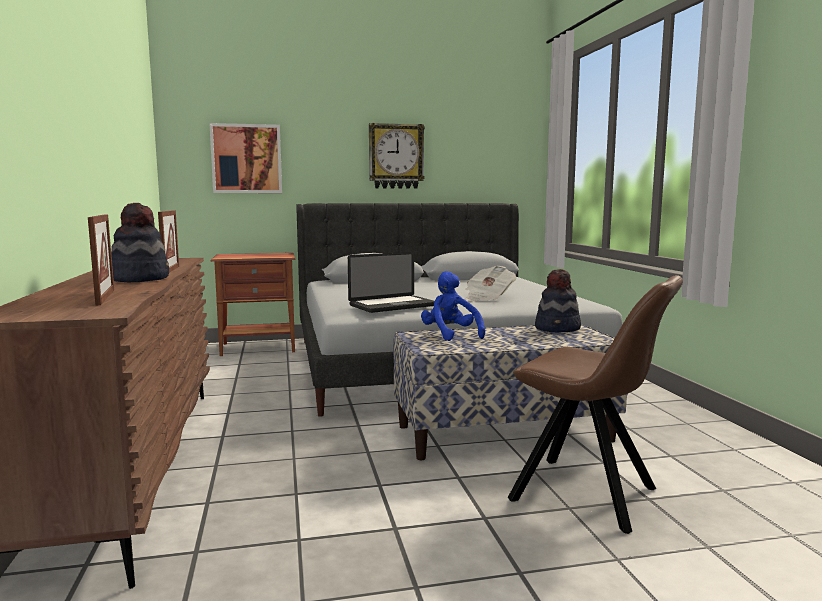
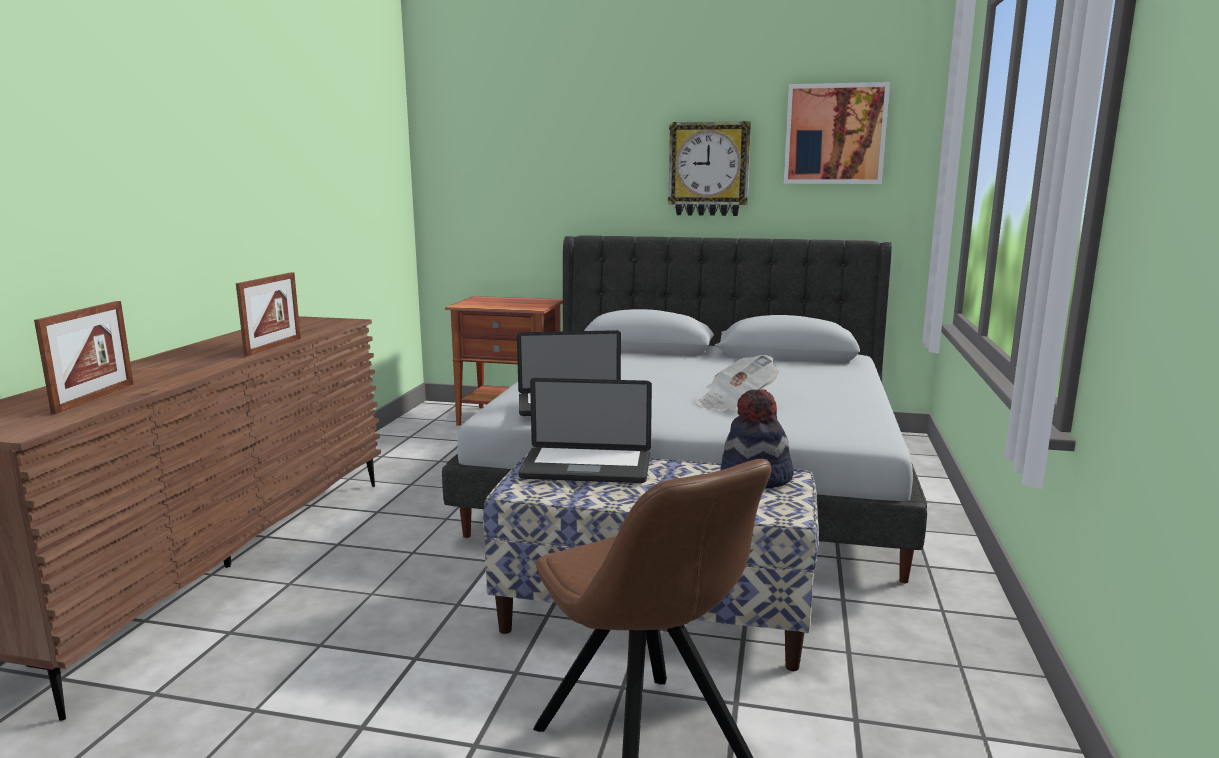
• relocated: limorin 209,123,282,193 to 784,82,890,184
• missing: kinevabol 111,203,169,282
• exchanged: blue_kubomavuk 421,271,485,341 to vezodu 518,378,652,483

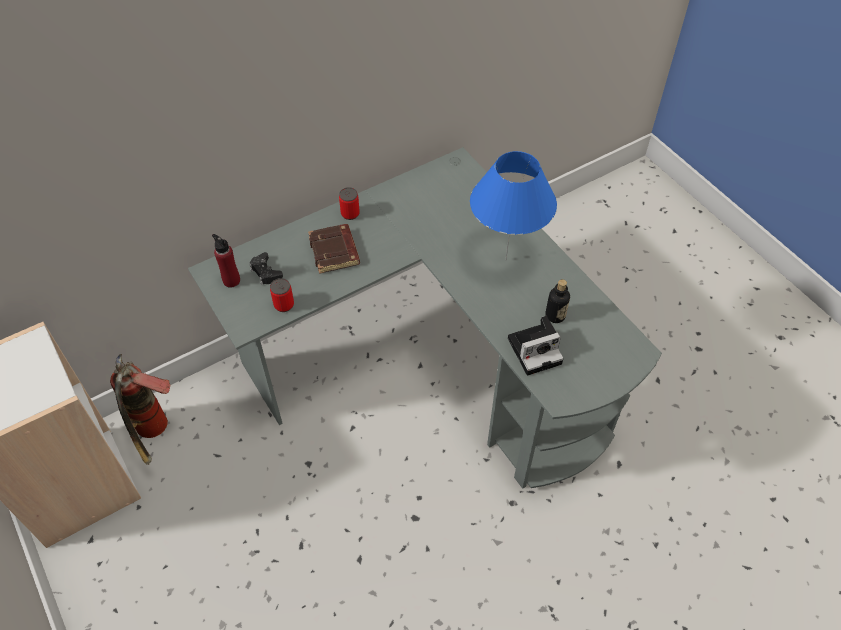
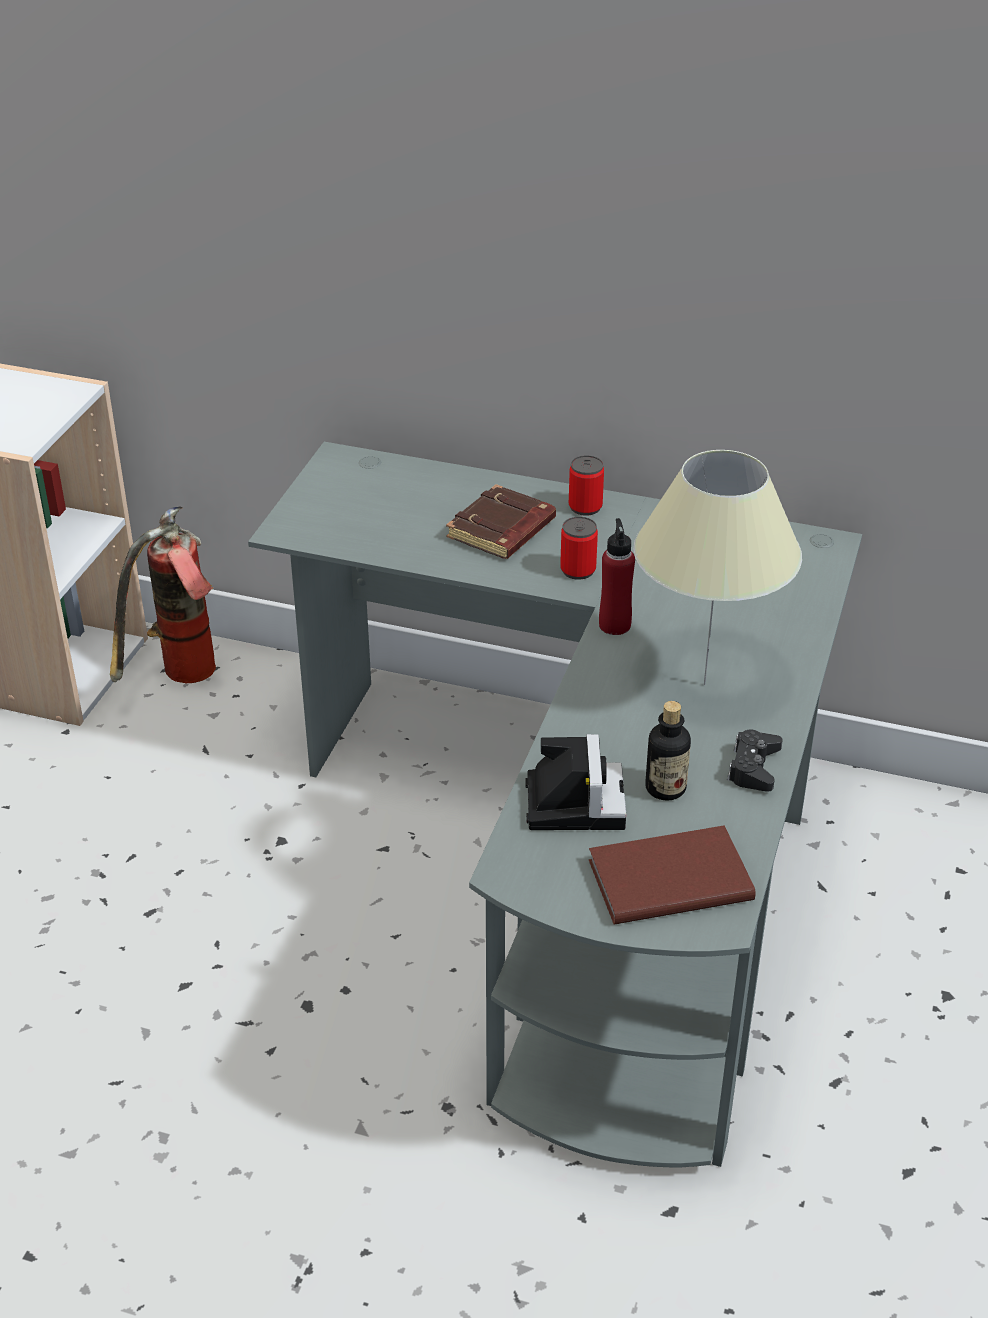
• colour: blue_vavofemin 470,151,557,260 to beige_vavofemin 634,450,802,685
• relocated: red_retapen 212,234,240,288 to 599,518,635,635
• relocated: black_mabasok 249,252,283,285 to 727,730,783,792
• relocated: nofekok 270,278,294,312 to 560,517,598,580
• spun: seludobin 508,316,564,376 = 525,734,626,830 120 degrees counterclockwise
• appeared: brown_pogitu 589,825,756,925

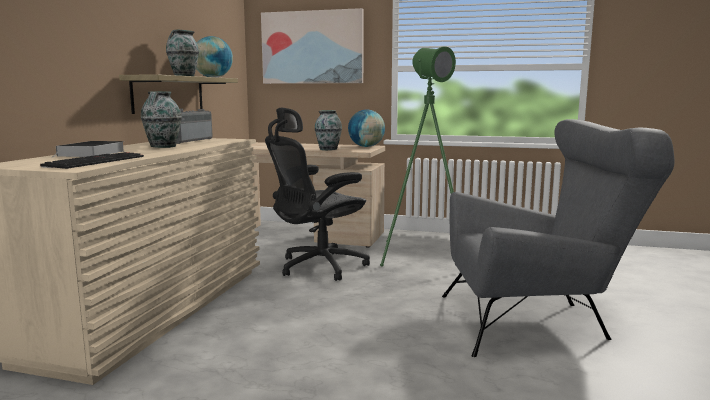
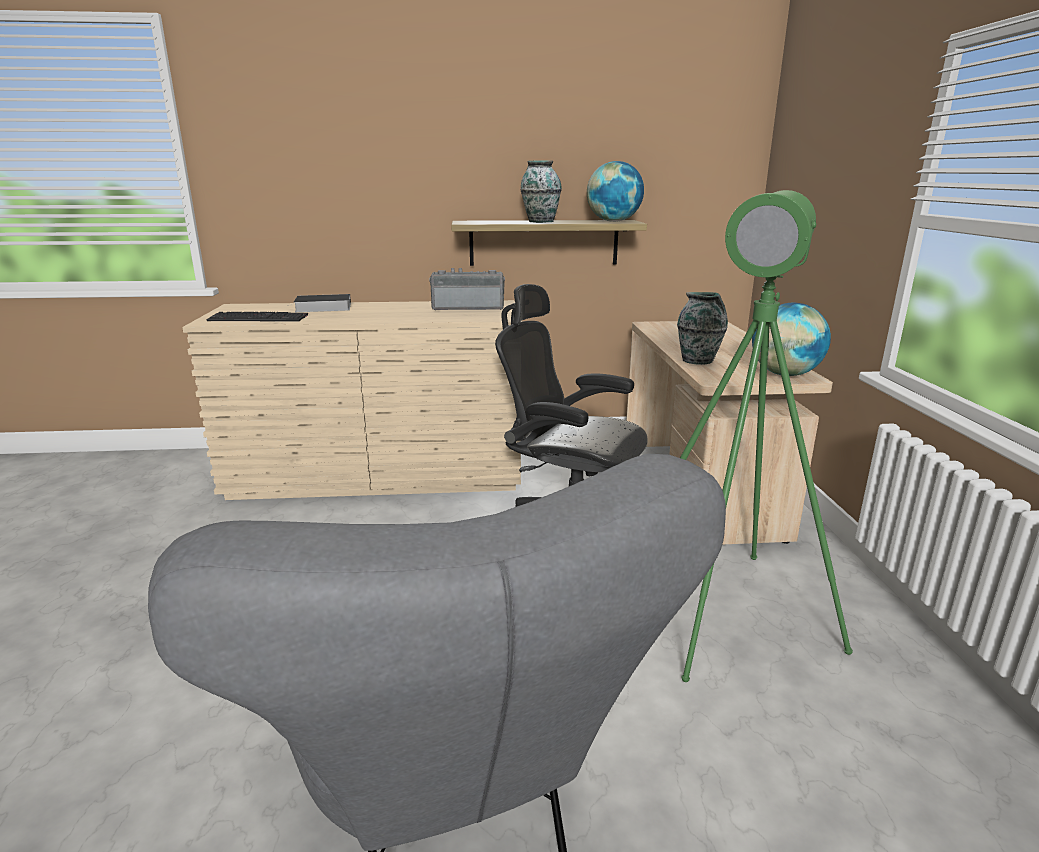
• missing: limorin 261,8,364,84
• missing: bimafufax 141,92,182,148

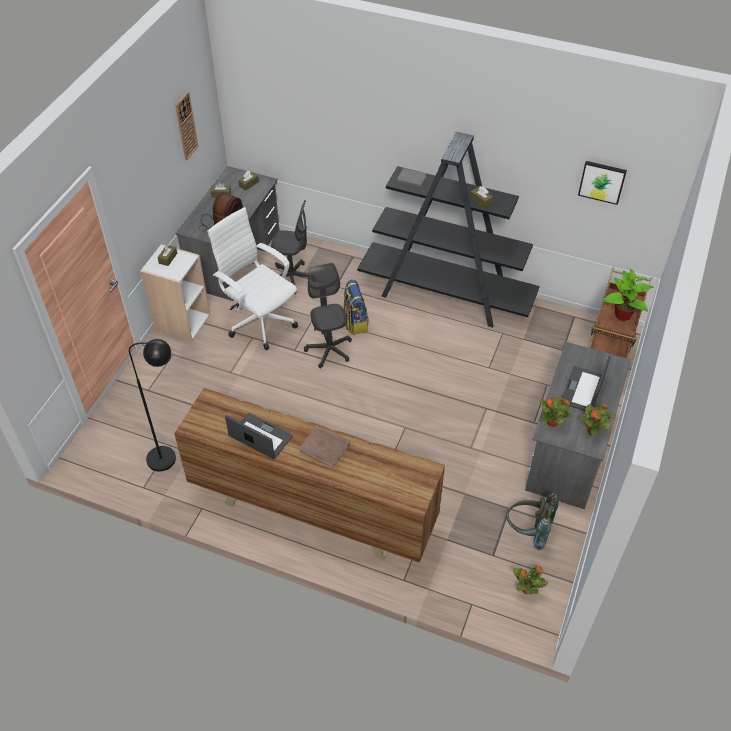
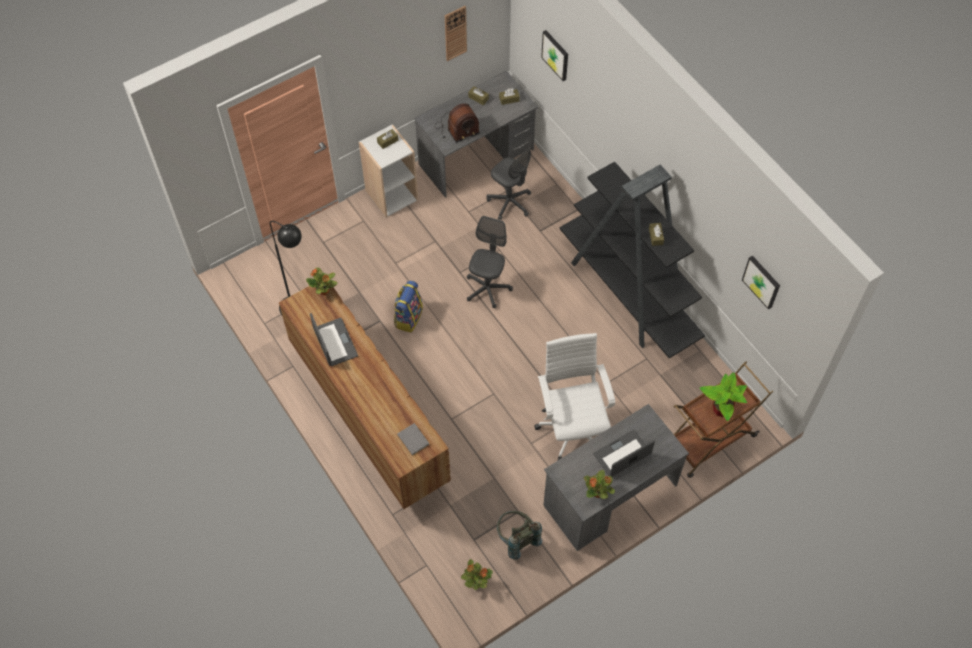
• relocated: grey_pogitu 397,168,426,187 to 397,423,429,455
• relocated: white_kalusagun 207,207,298,350 to 534,333,615,460
• relocated: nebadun 343,280,369,335 to 394,280,423,333
• relocated: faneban 540,396,572,427 to 306,267,337,295
• missing: brown_pogitu 300,425,350,468
• appeared: limorin 541,30,568,81

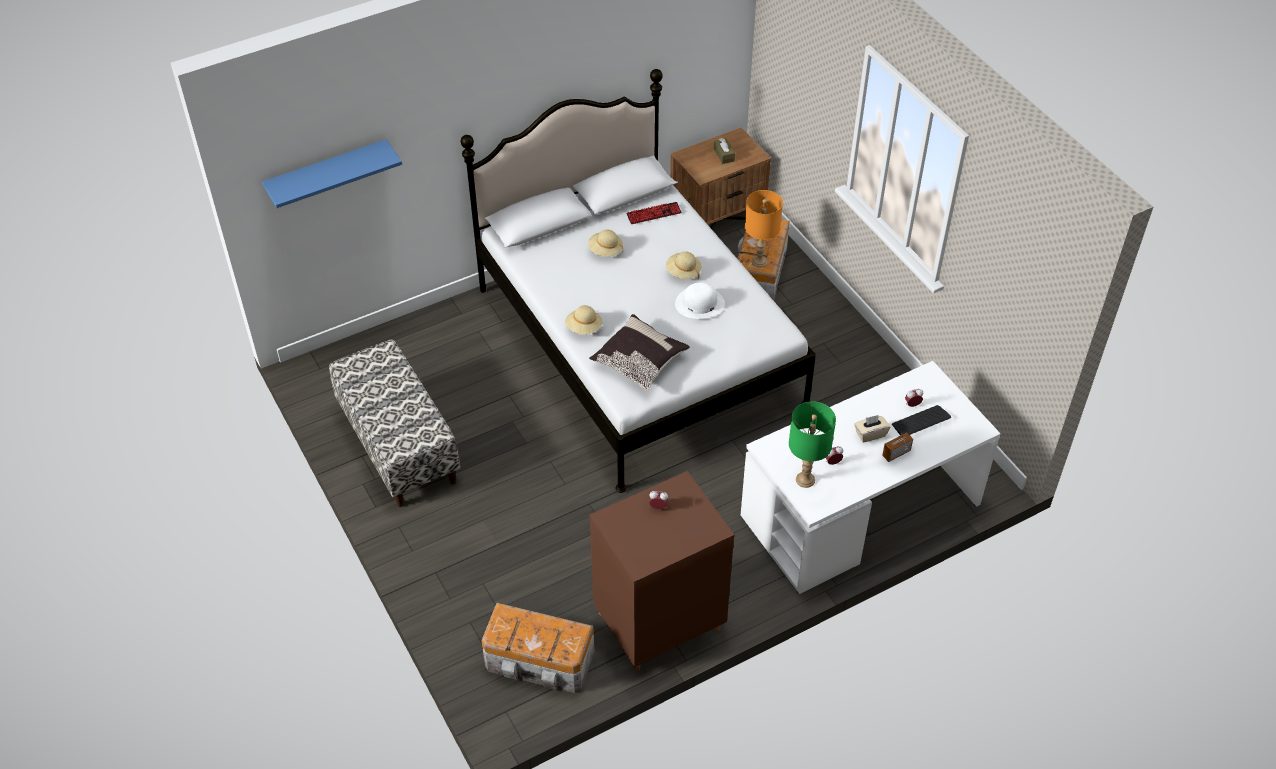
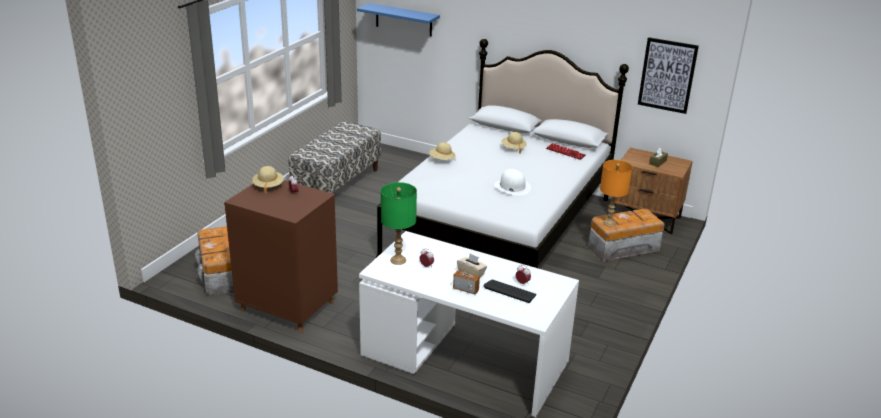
• relocated: beige_kinevabol 666,251,702,279 to 252,166,284,194
• missing: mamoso 589,314,690,391
• appeared: limorin 638,37,699,114

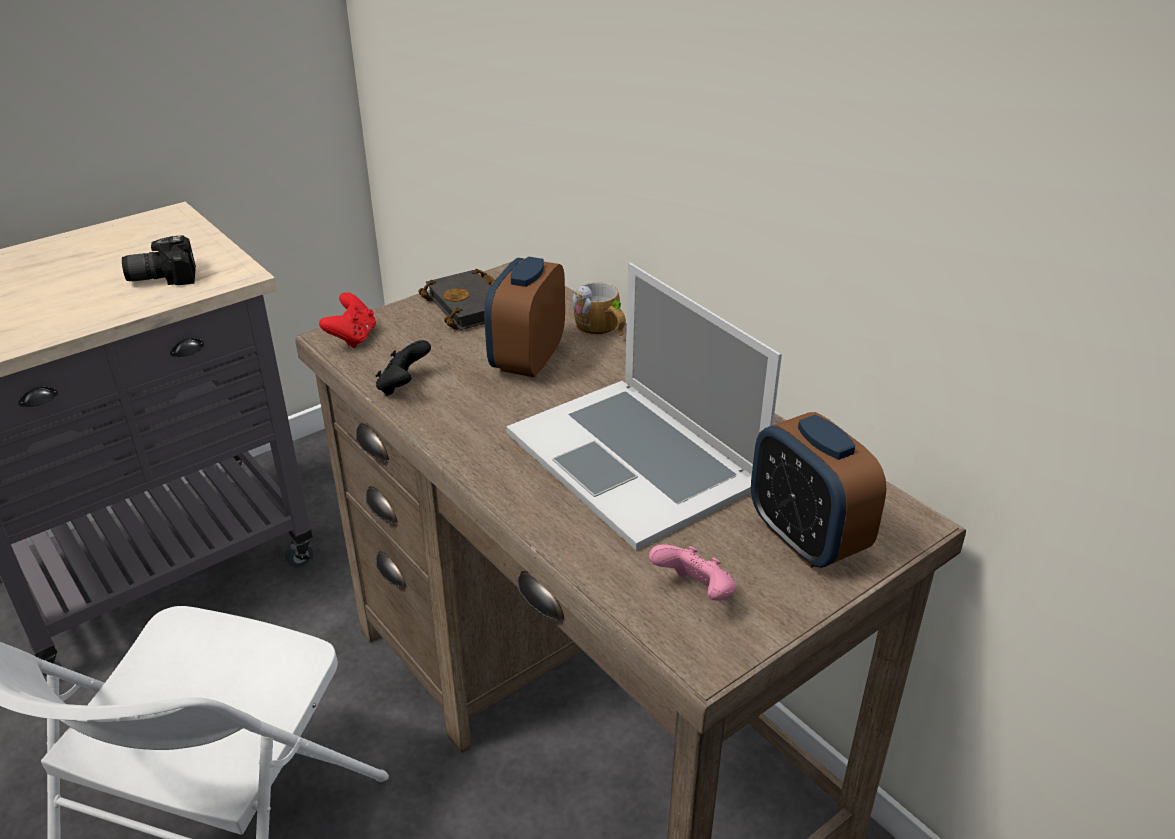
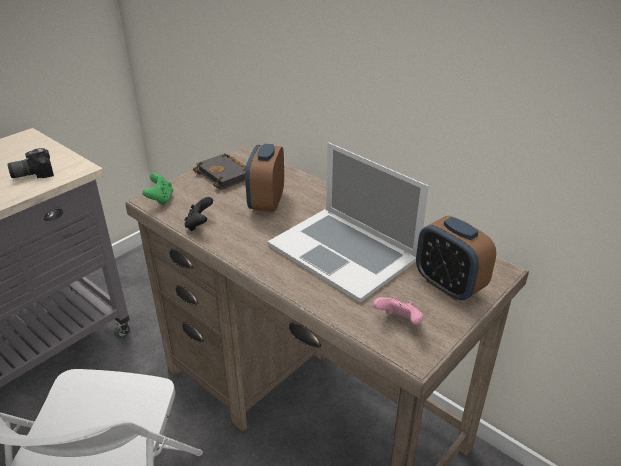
• missing: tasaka 573,282,626,336
• colour: red_mabasok 319,292,376,348 to green_mabasok 142,173,173,205

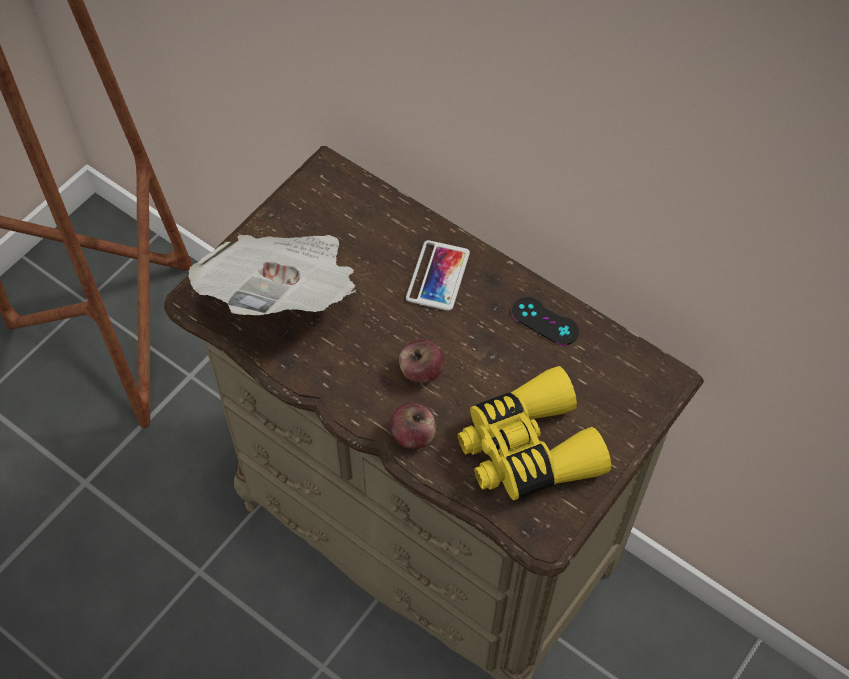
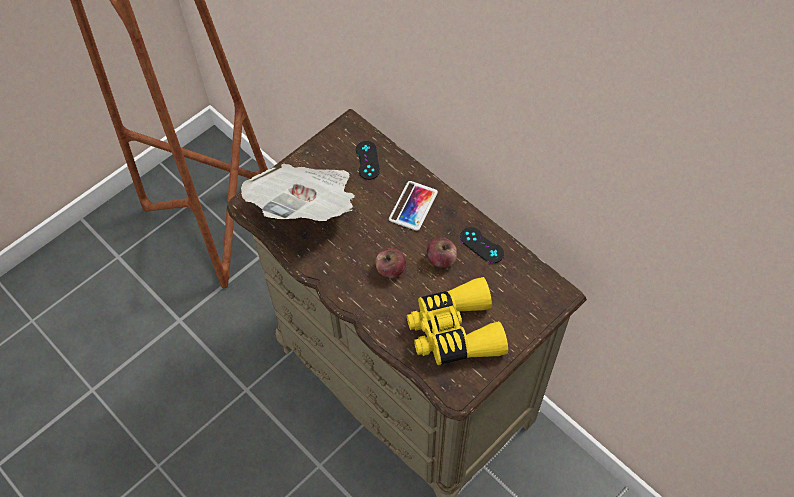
• relocated: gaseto 390,402,436,449 to 427,237,457,269
• appeared: black_mabasok 356,141,380,180

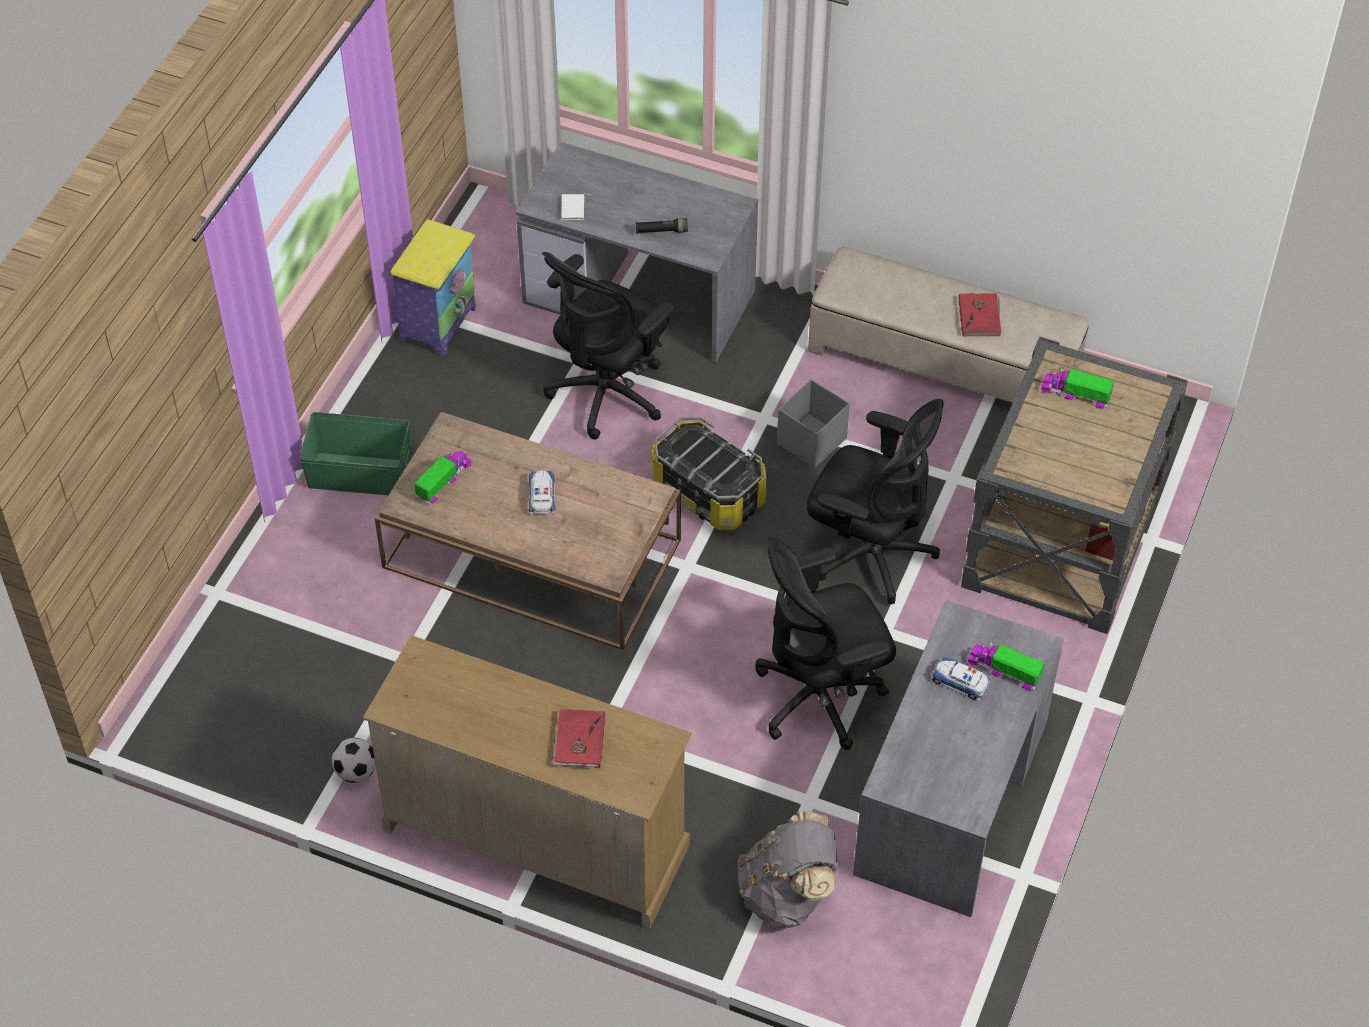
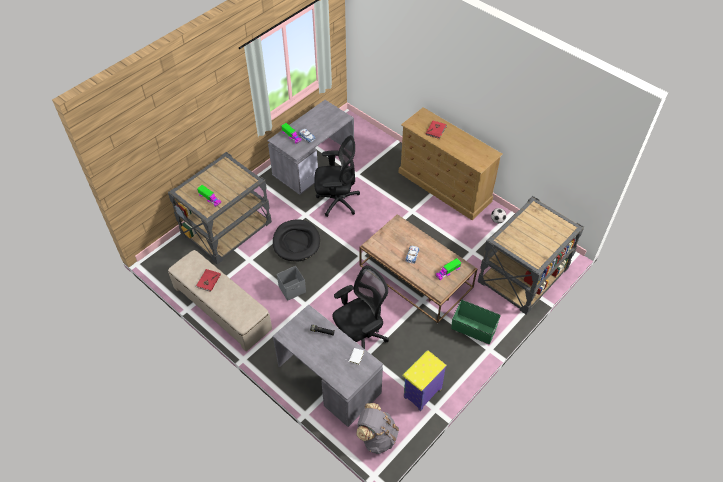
• exchanged: black_kalusagun 807,399,944,604 to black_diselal 273,220,320,262
• missing: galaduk 652,417,767,530
• relocated: grey_nebadun 738,811,838,928 to 356,403,399,454
• appeared: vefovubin 478,196,584,315

